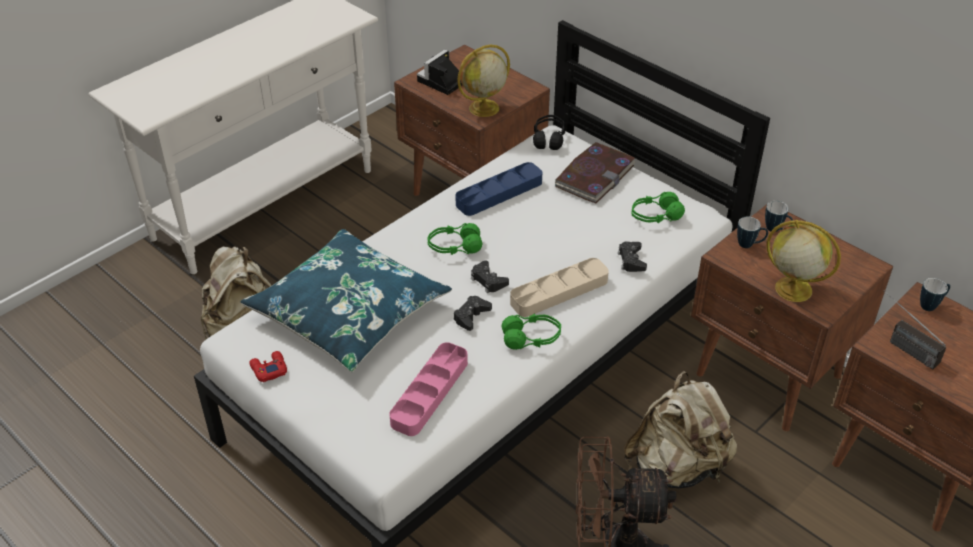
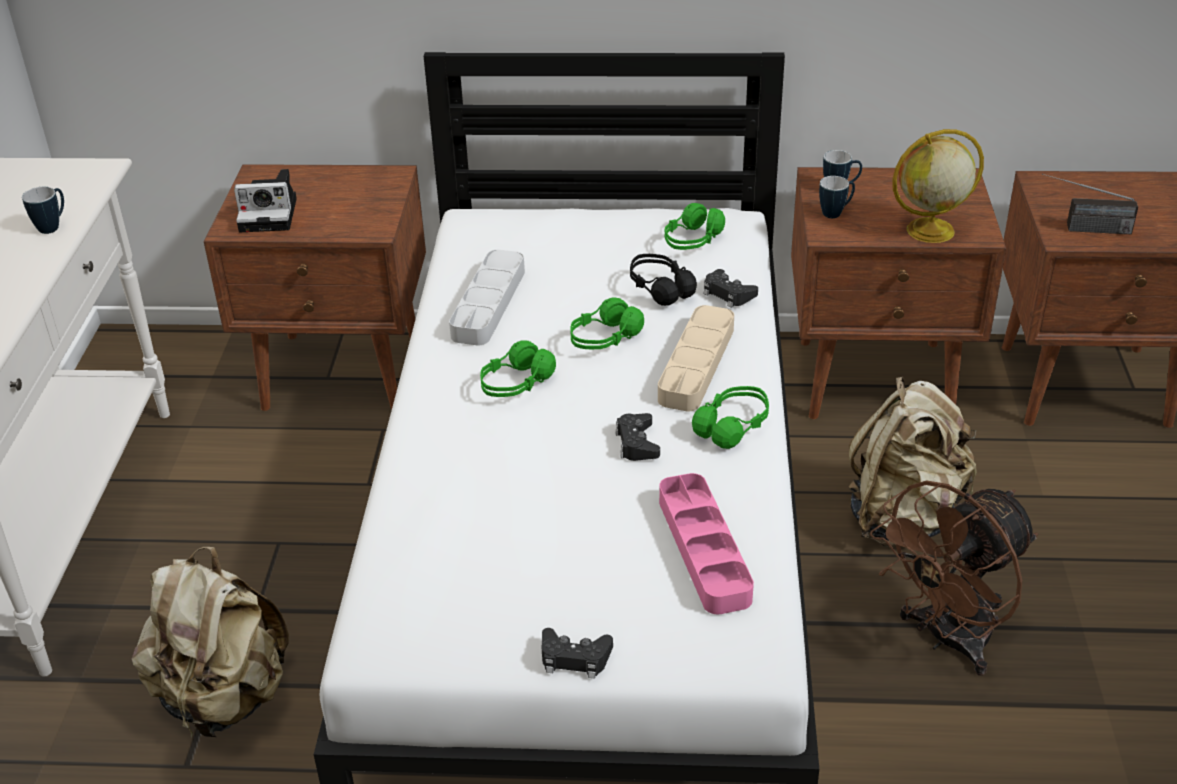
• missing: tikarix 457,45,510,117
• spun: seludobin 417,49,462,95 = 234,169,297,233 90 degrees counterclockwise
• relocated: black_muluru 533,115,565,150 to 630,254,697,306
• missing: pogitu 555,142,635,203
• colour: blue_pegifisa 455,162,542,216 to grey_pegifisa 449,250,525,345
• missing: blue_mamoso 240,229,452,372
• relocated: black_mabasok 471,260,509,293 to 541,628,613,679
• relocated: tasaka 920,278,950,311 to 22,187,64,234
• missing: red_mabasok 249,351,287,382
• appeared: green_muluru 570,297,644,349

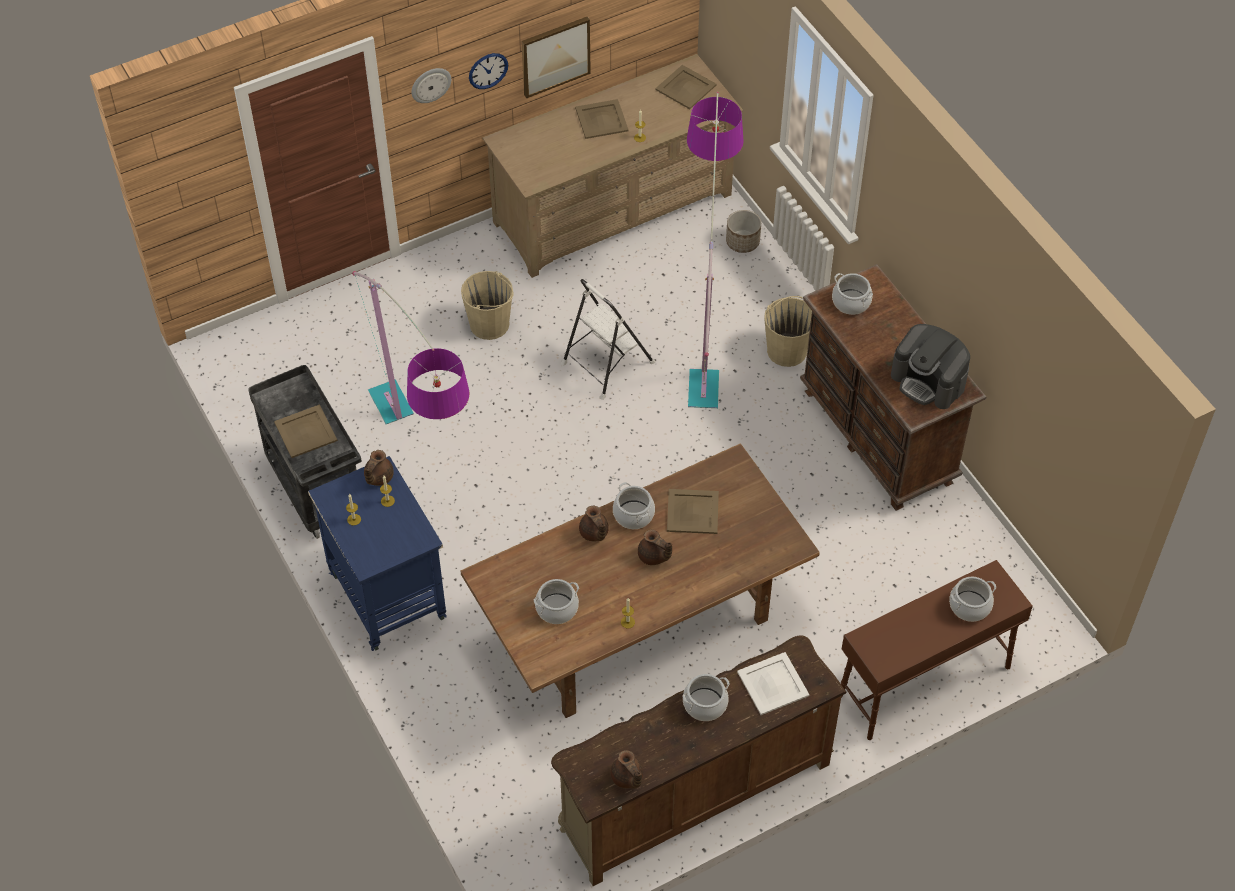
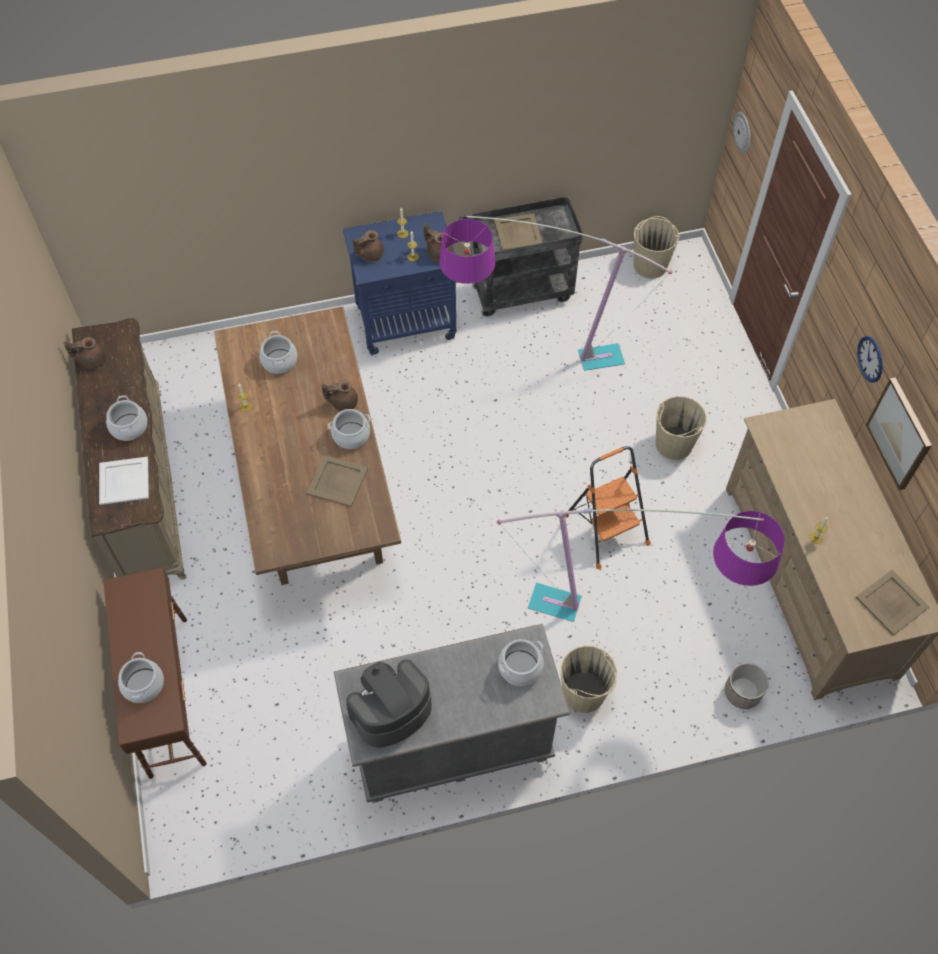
• relocated: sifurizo 411,68,451,103 to 733,112,750,154
• missing: beige_pegifisa 575,99,629,139
• colour: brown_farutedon 800,264,986,511 to grey_farutedon 334,624,570,803
• colour: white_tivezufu 561,279,656,400 to orange_tivezufu 565,446,651,569
• relocated: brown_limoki 638,530,672,565 to 353,230,384,262
• appeared: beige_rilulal 633,216,679,279

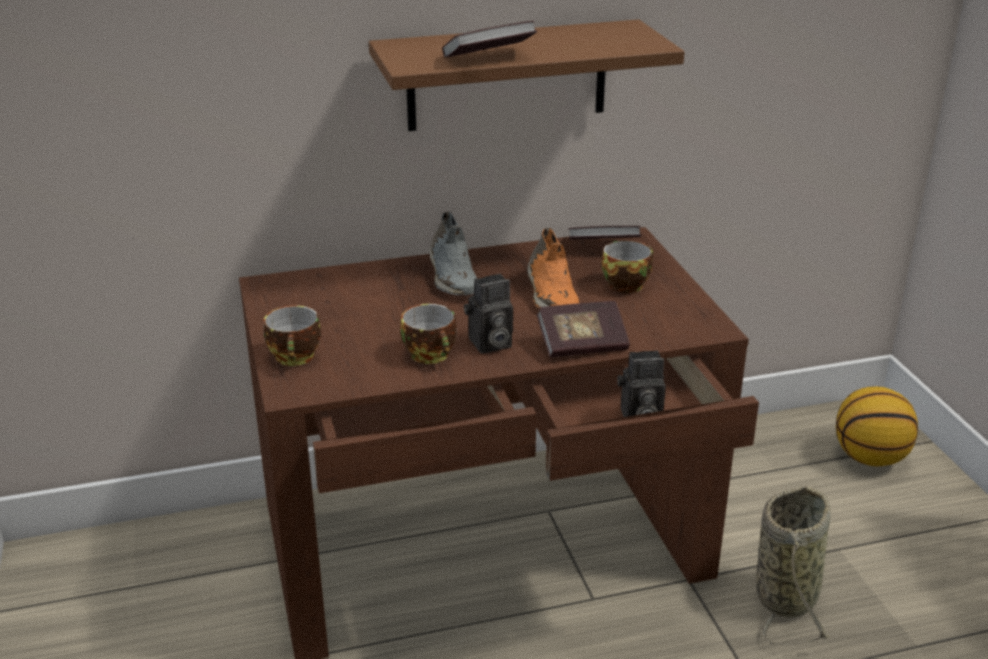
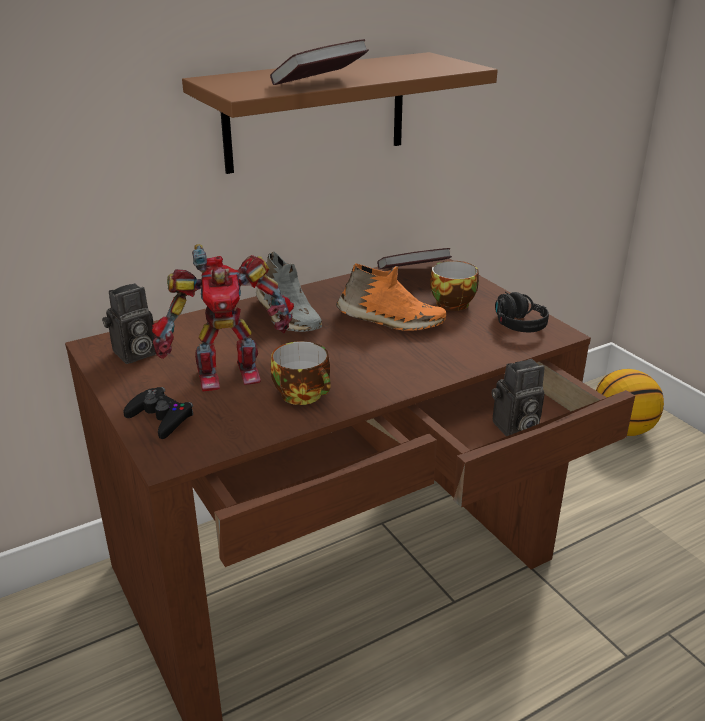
• spun: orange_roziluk 527,227,579,308 = 336,263,446,331 45 degrees counterclockwise
• relocated: seludobin 464,274,513,354 to 102,283,156,364
• missing: pogitu 536,301,630,357
• exchanged: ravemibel 264,305,321,366 to black_mabasok 123,387,194,439
• missing: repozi 756,486,831,645
• appeared: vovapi 152,244,294,392
• appeared: black_muluru 495,291,549,332

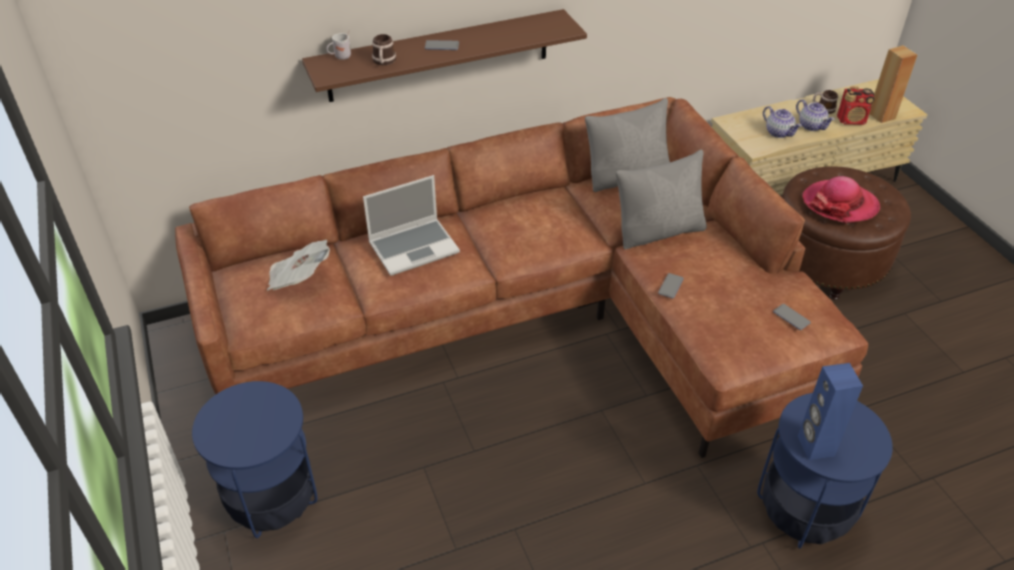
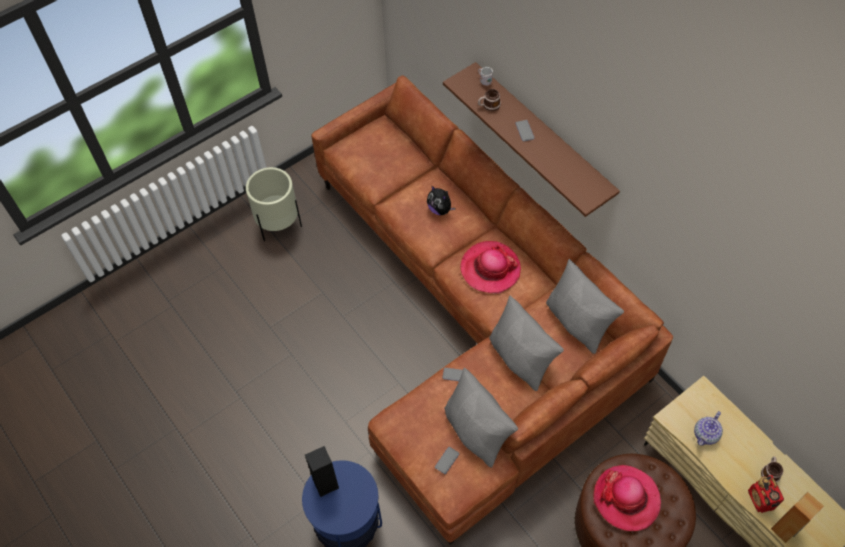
• missing: limoki 796,99,835,131
• exchanged: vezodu 363,175,460,276 to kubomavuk 427,185,455,215
• missing: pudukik 267,240,330,291
• colour: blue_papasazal 797,363,863,460 to black_papasazal 305,446,339,497
• exchanged: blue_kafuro 192,381,318,538 to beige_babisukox 246,167,302,241
• appeared: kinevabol 460,241,521,294
• appeared: grey_mamoso 444,368,518,467

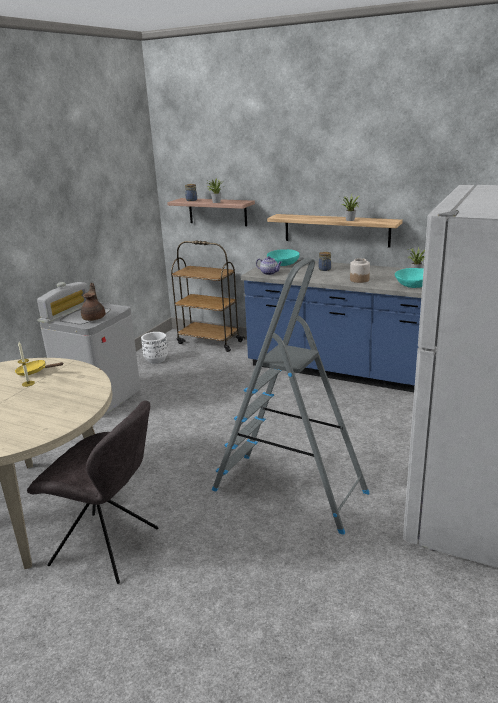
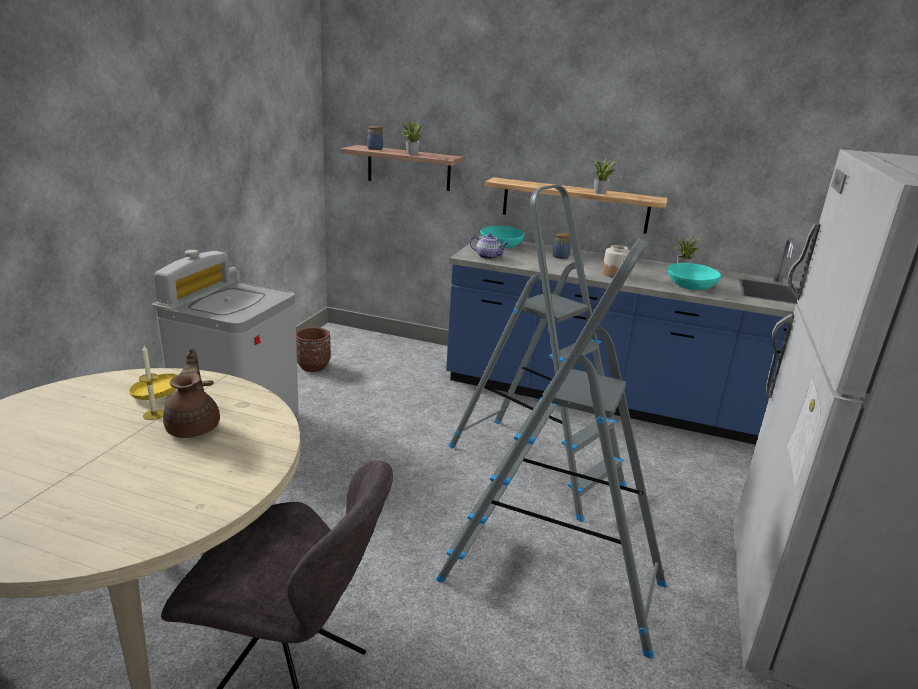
• missing: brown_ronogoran 171,240,246,352
• relocated: brown_limoki 81,283,106,321 to 163,349,220,438
• colour: white_babisukox 141,332,168,364 to brown_babisukox 296,327,331,372
• appeared: grey_tivezufu 449,185,626,522

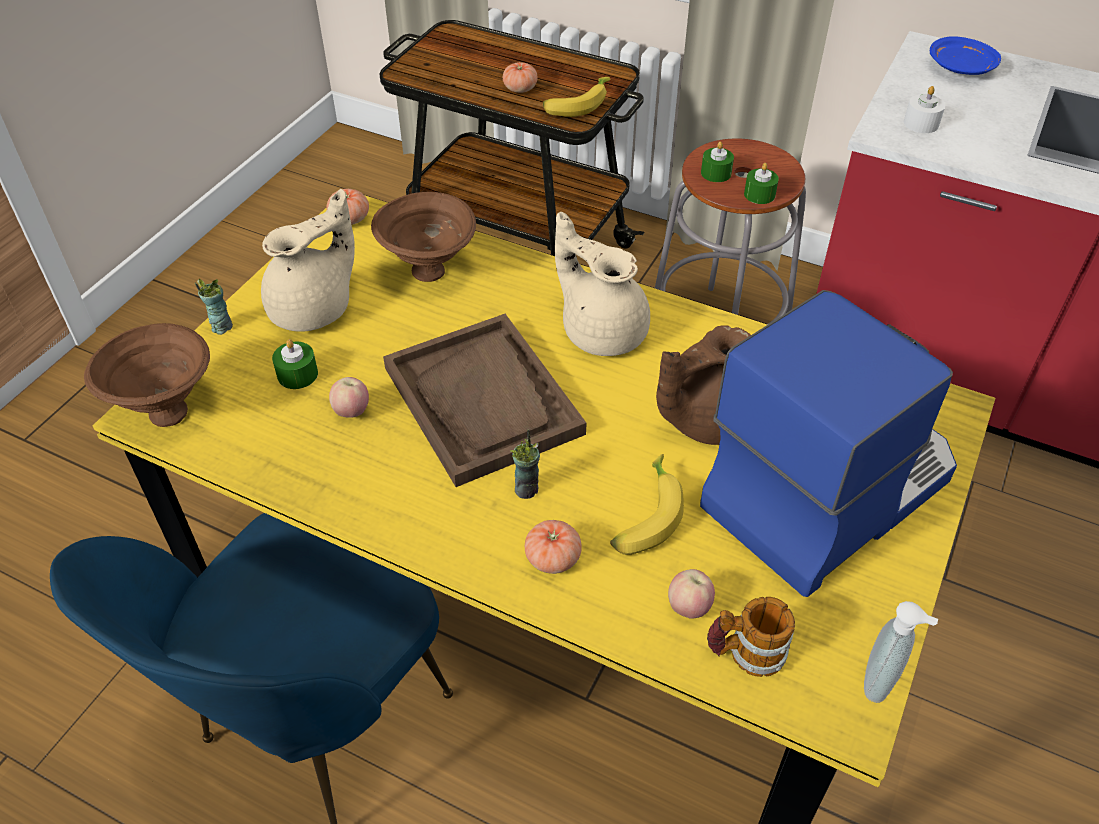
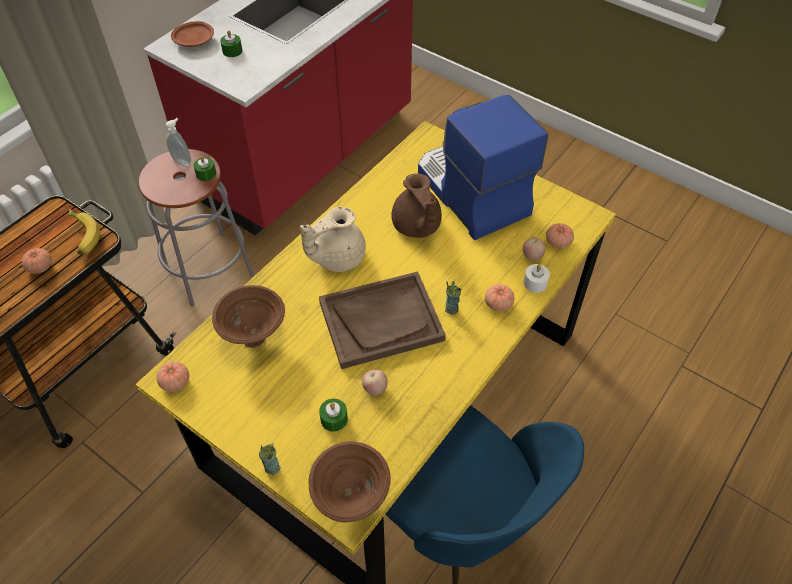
• colour: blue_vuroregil 930,36,1001,75 to brown_vuroregil 171,21,214,47
• relocated: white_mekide 904,86,945,133 to 523,264,550,293
• relocated: green_mekide 701,142,734,182 to 220,30,242,57
• missing: beige_limoki 261,189,355,332
• missing: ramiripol 610,454,684,555
• exchanged: tasaka 707,597,795,677 to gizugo 546,223,574,248
• relocated: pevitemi 864,601,938,703 to 166,118,191,167

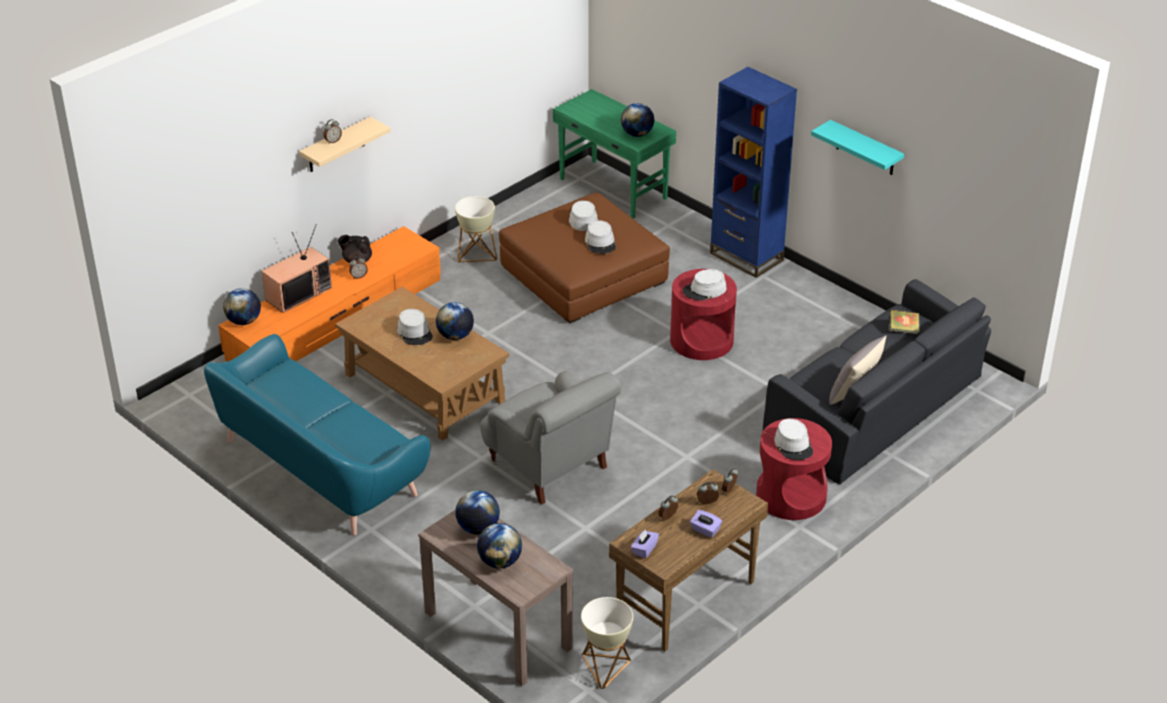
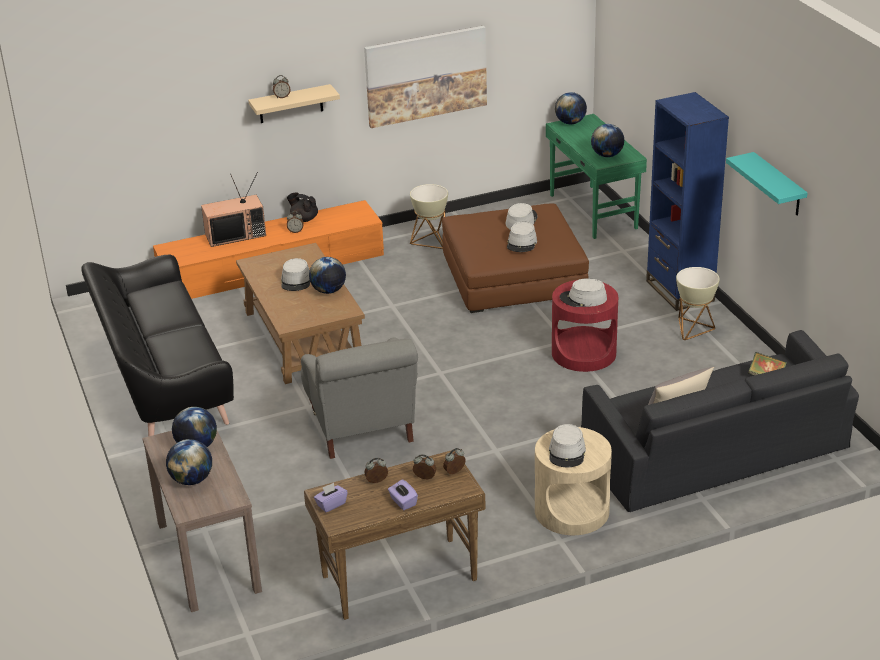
• relocated: tikarix 223,288,261,325 to 555,92,587,124
• colour: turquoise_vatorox 204,334,430,536 to black_vatorox 81,255,234,436
• colour: red_kafuro 756,418,832,520 to beige_kafuro 535,427,612,535
• relocated: babisukox 581,597,633,689 to 676,267,720,340
• appeared: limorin 364,26,487,128

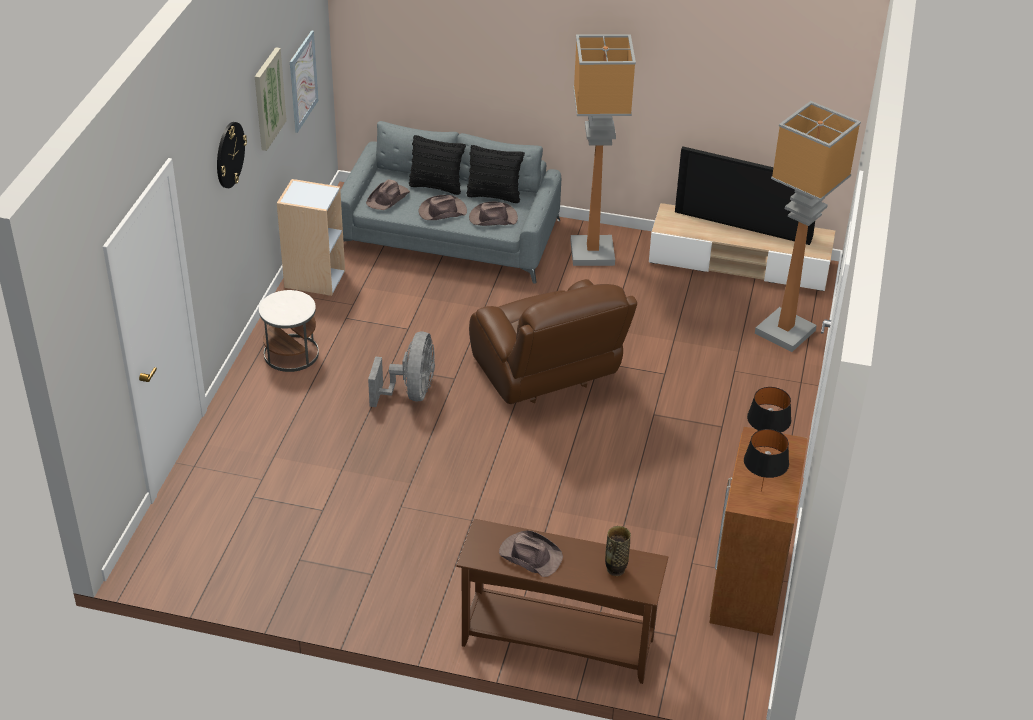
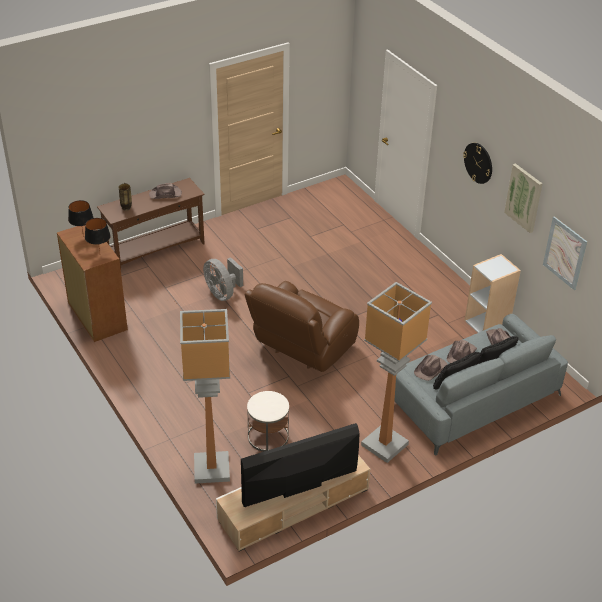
• spun: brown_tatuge 469,279,637,404 = 245,281,359,372 75 degrees counterclockwise
• relocated: white_kafuro 259,290,319,372 to 247,391,289,452
• relocated: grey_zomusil 368,332,435,407 to 203,257,243,301

